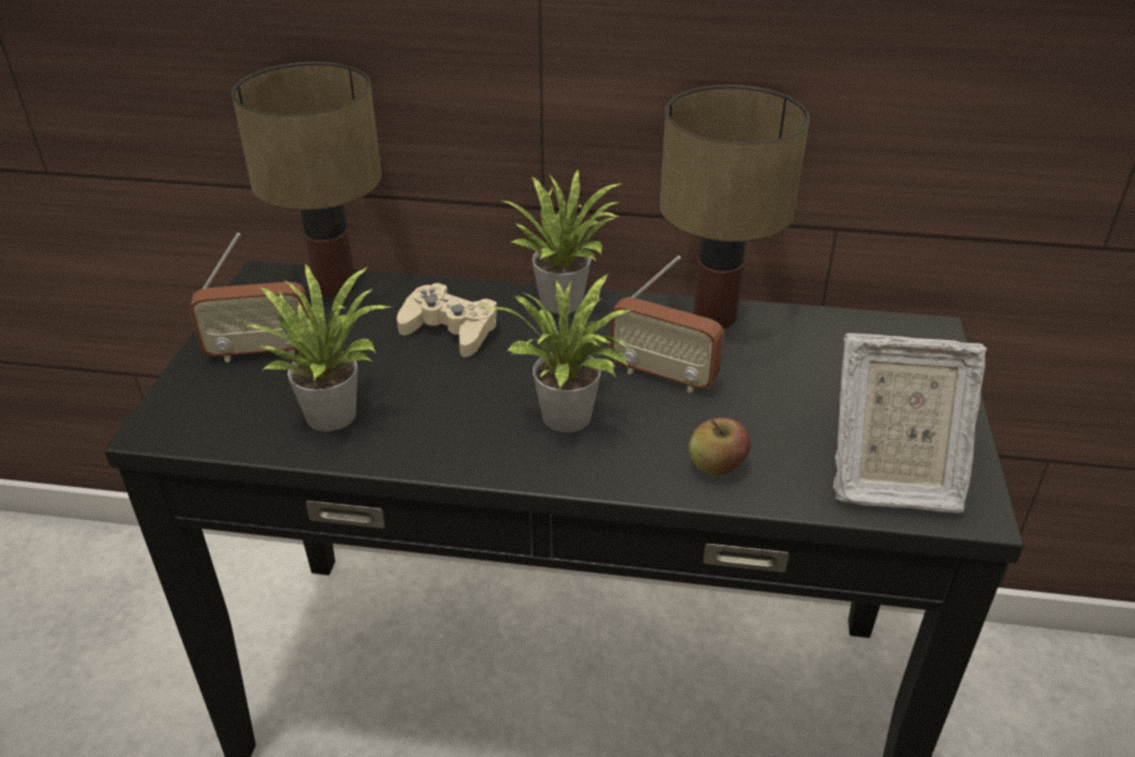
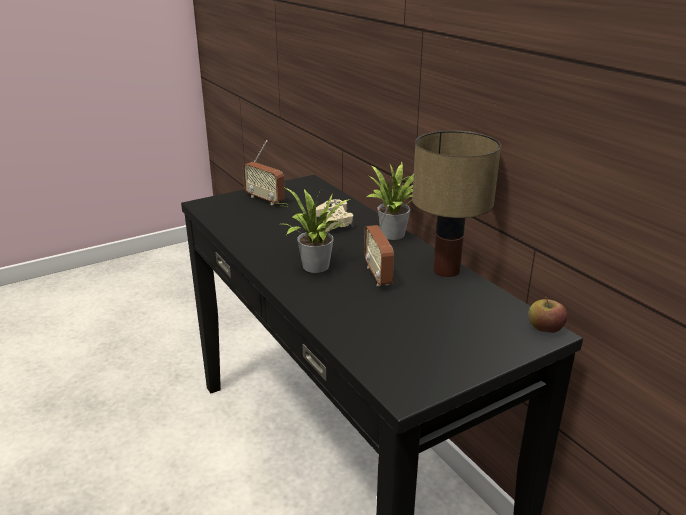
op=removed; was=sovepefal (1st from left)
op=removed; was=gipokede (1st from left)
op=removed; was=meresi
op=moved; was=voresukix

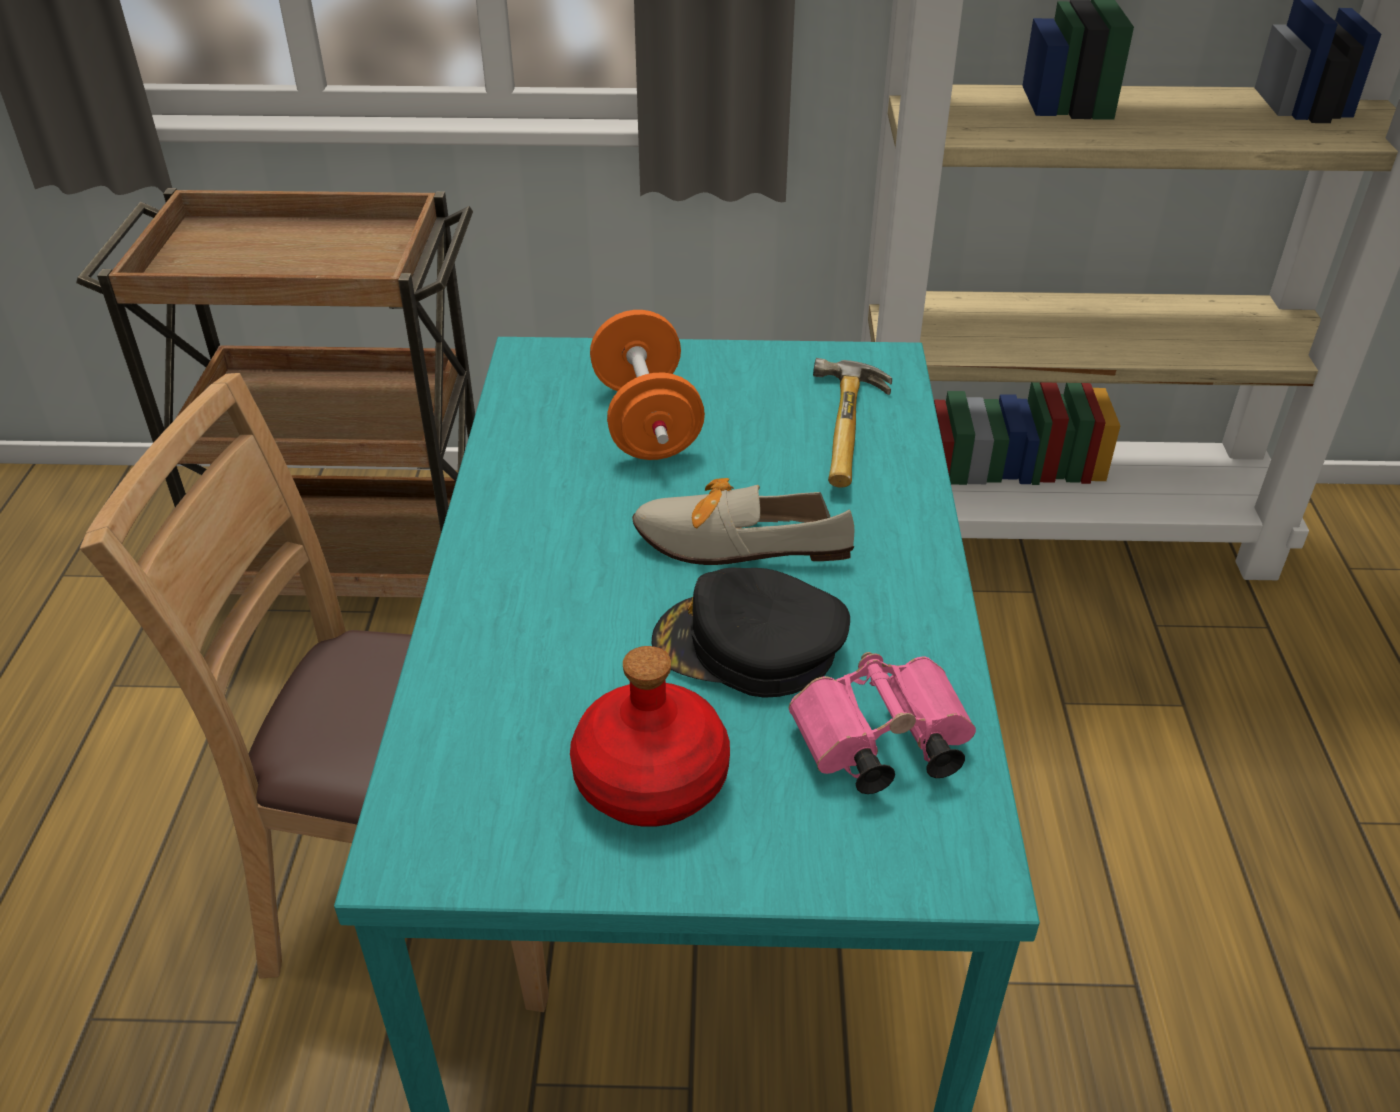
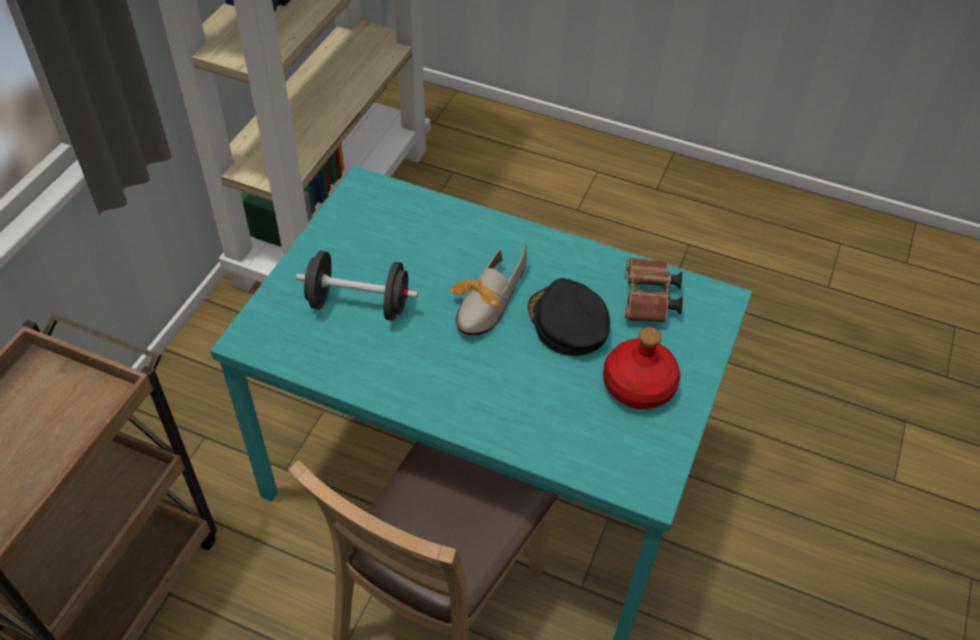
op=recoloured; was=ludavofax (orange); now=ludavofax (black)
op=removed; was=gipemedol
op=turned; was=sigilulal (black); clockwise=120
op=recoloured; was=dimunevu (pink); now=dimunevu (brown)

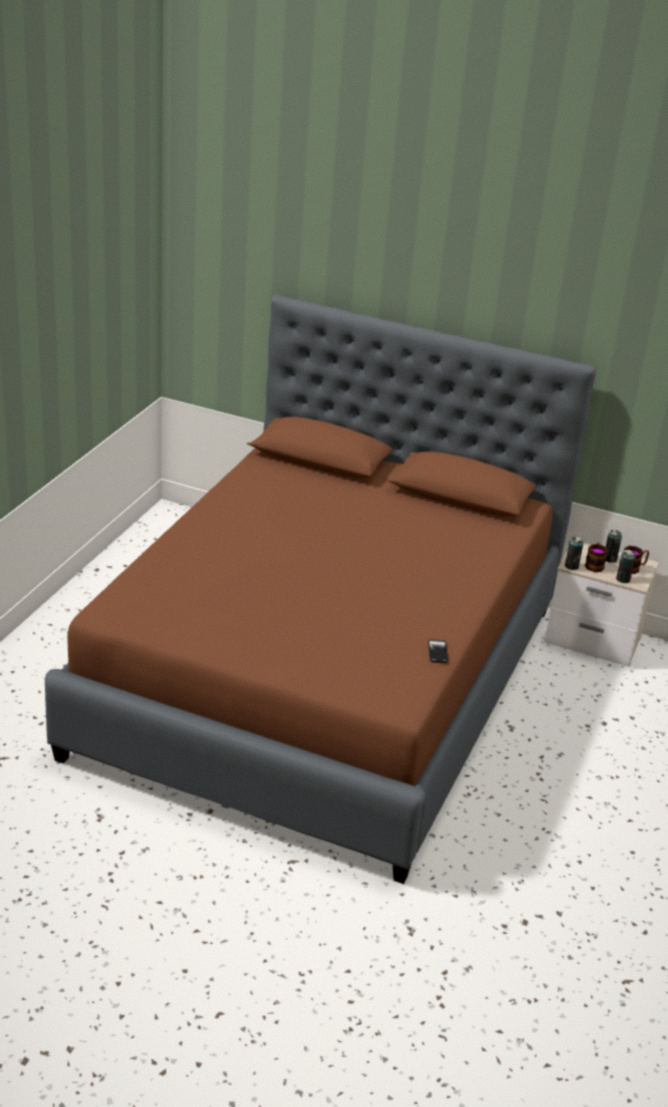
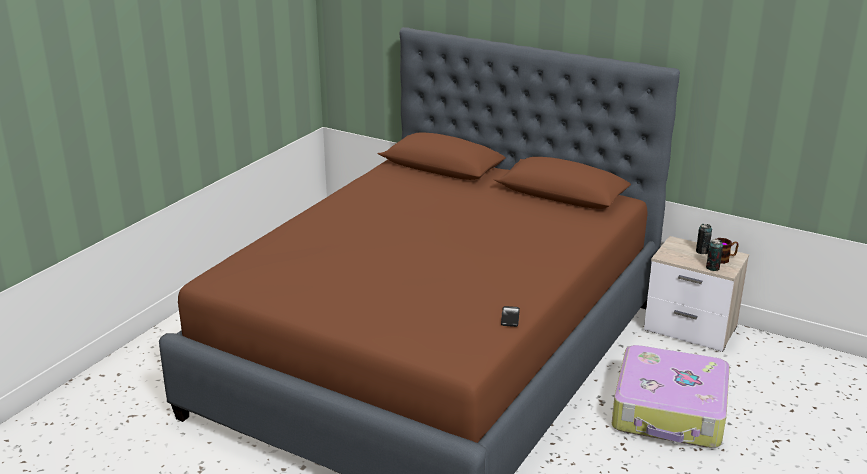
op=removed; was=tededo (1st from left)
op=removed; was=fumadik (1st from left)
op=added; now=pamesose

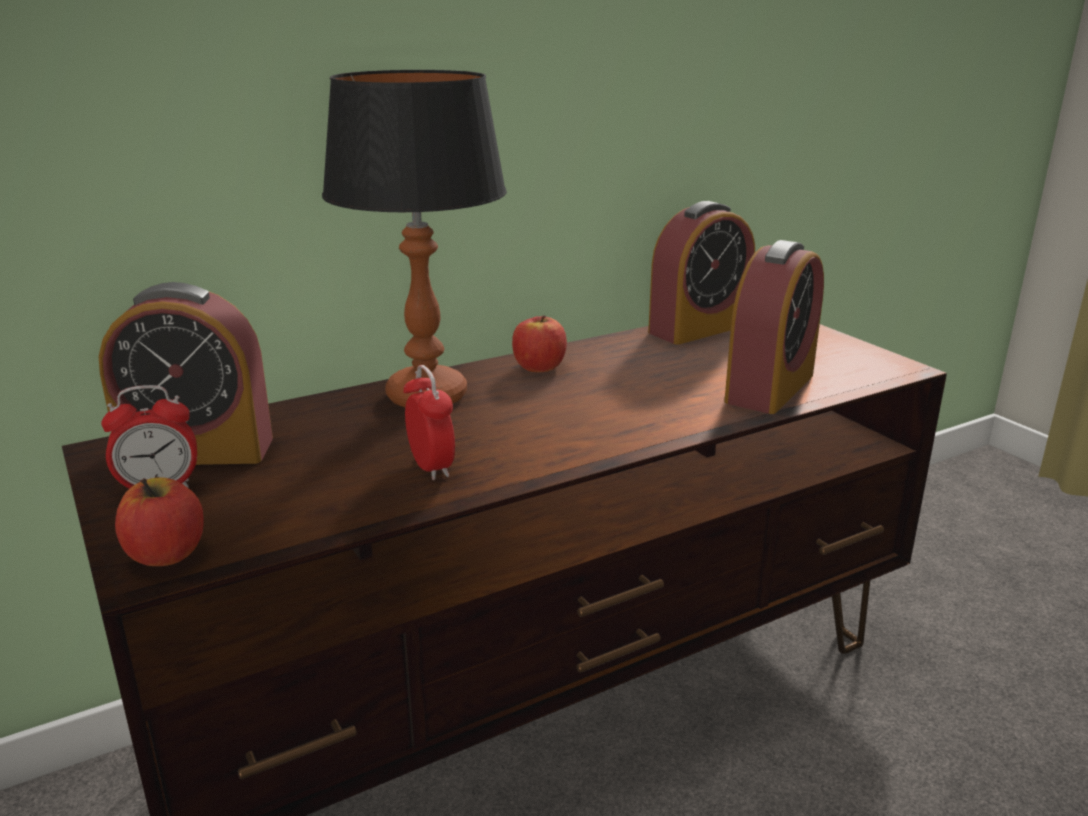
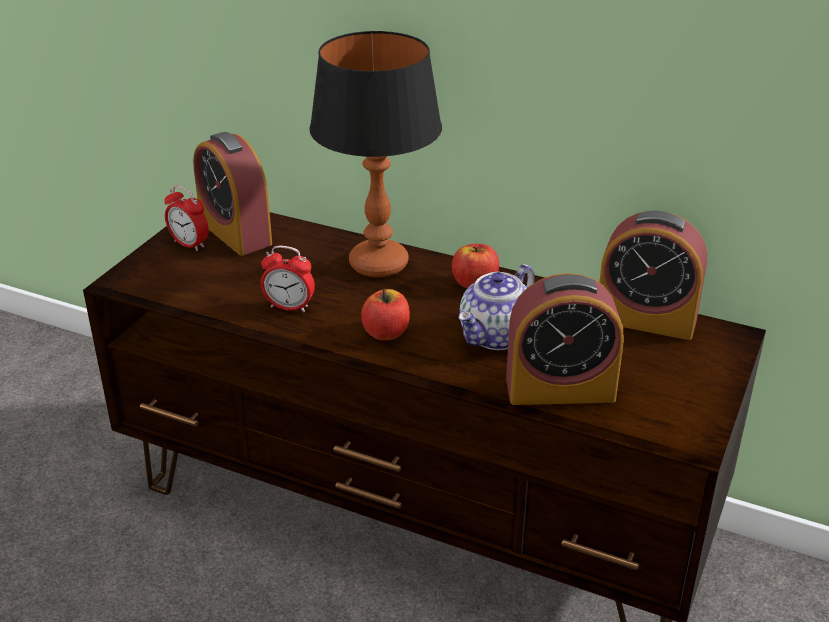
op=turned; was=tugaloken (3rd from left); clockwise=75
op=moved; was=voresukix (1st from left)
op=added; now=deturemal

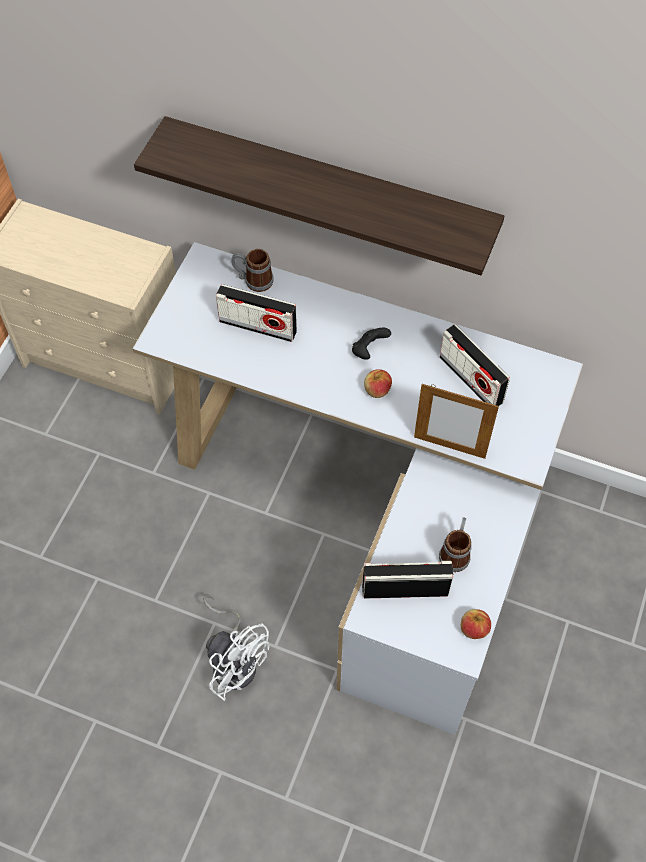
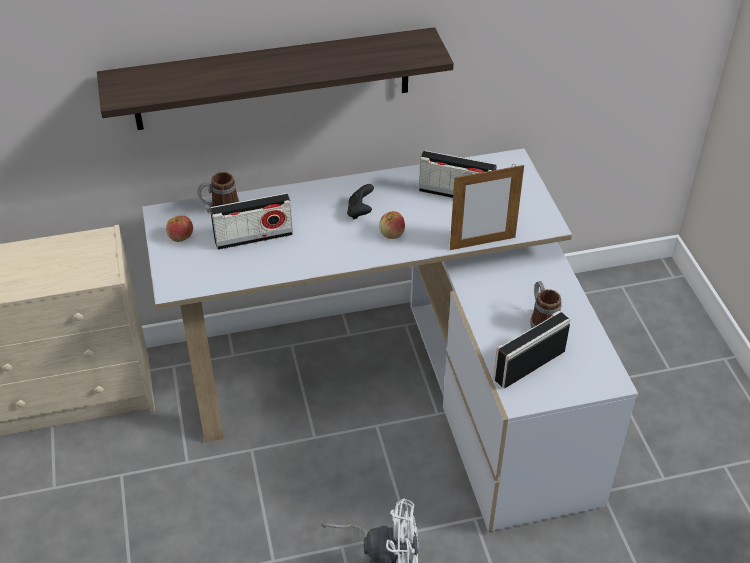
op=moved; was=voresukix (2nd from left in the first image); now=voresukix (1st from left)

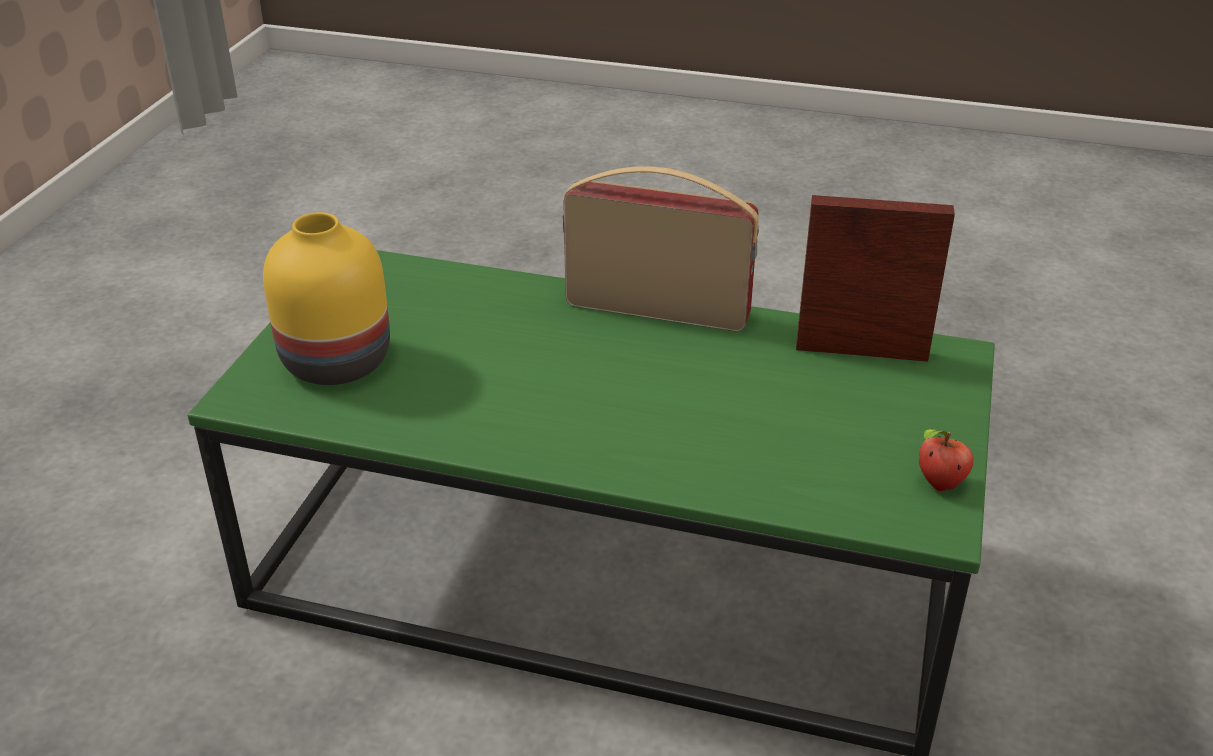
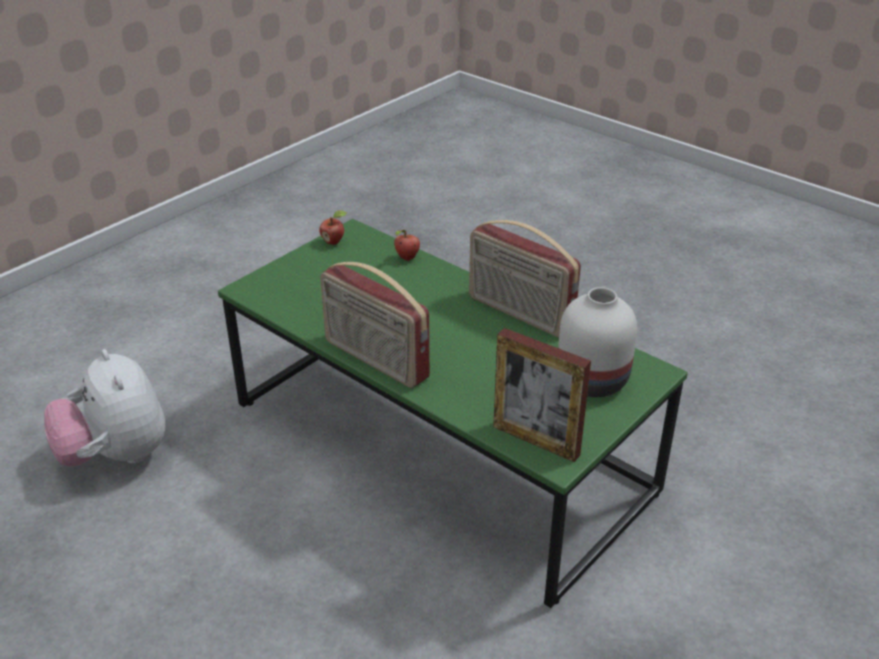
op=moved; was=meresi
op=recoloured; was=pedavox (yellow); now=pedavox (white)
op=added; now=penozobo (2nd from left)
op=added; now=voresukix (2nd from left)
op=added; now=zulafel

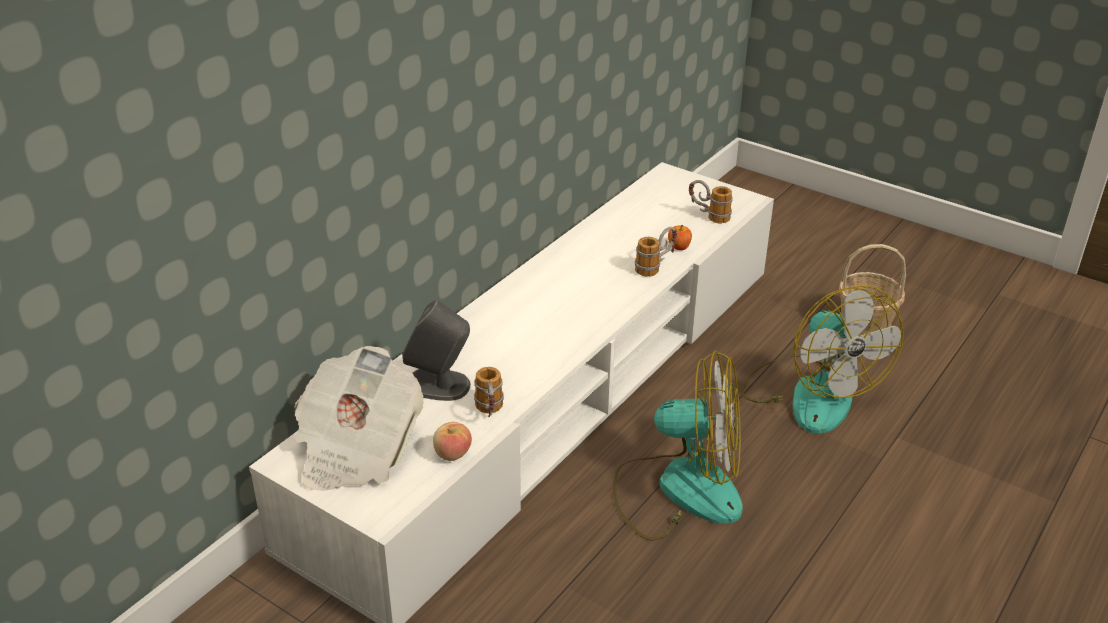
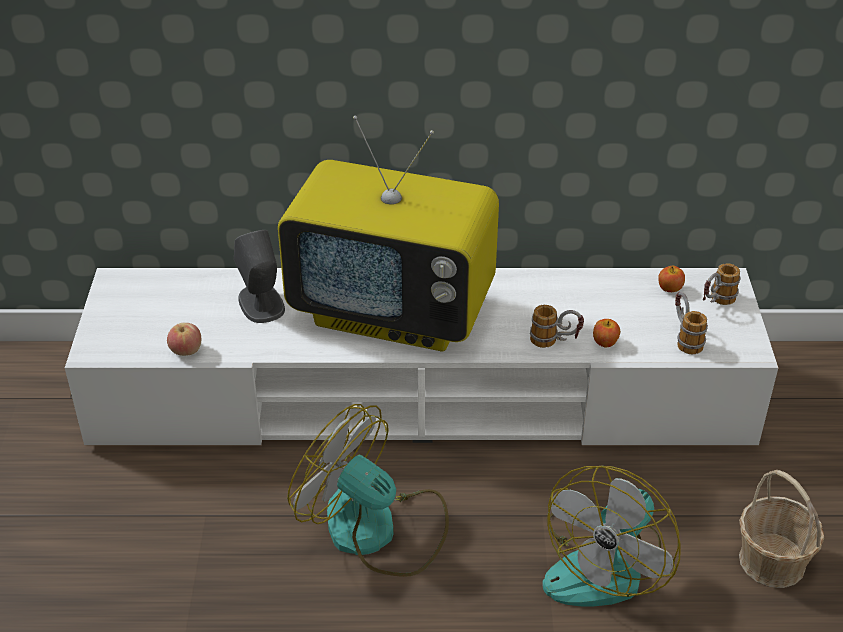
op=removed; was=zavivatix
op=turned; was=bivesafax (1st from left); clockwise=150
op=moved; was=fumadik (1st from left in the first image); now=fumadik (3rd from left)
op=added; now=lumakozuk
op=added; now=voresukix (3rd from left)

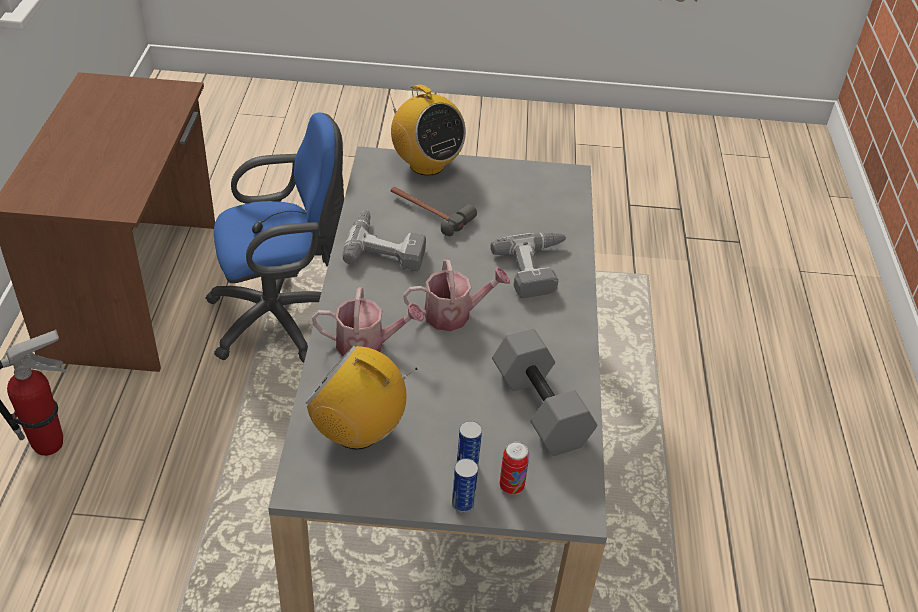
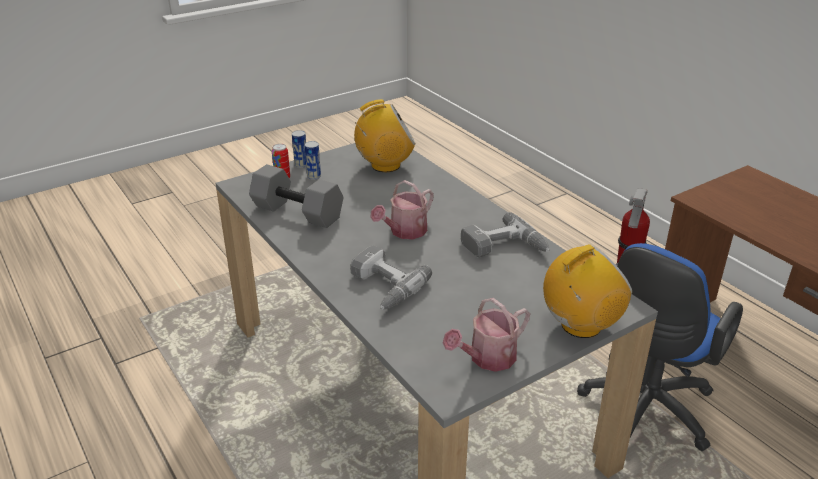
op=turned; was=penozobo (2nd from left); clockwise=135
op=removed; was=gipemedol
op=moved; was=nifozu (1st from left in the first image); now=nifozu (2nd from left)

